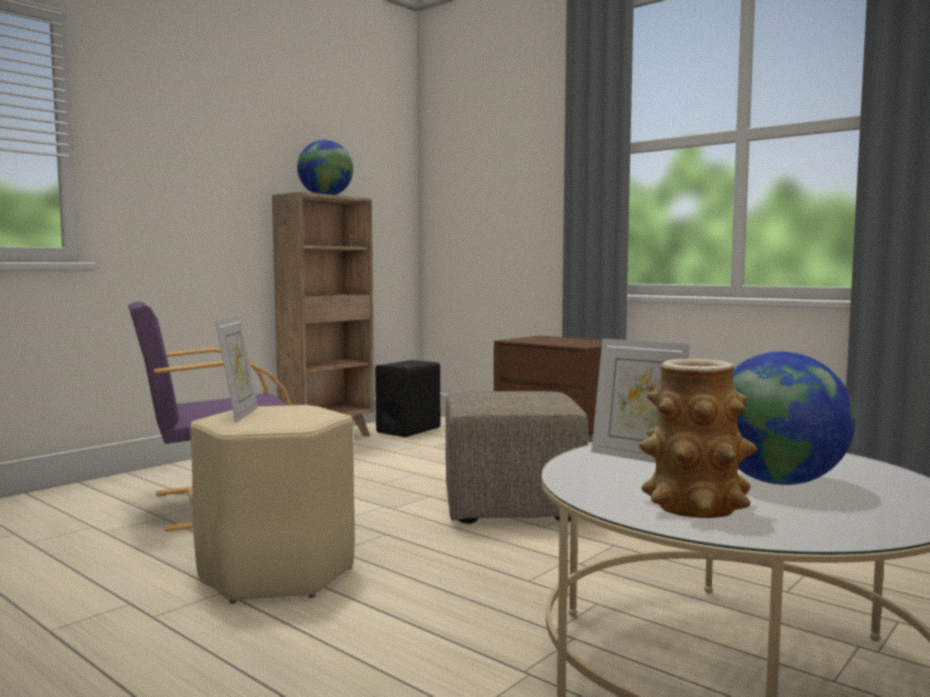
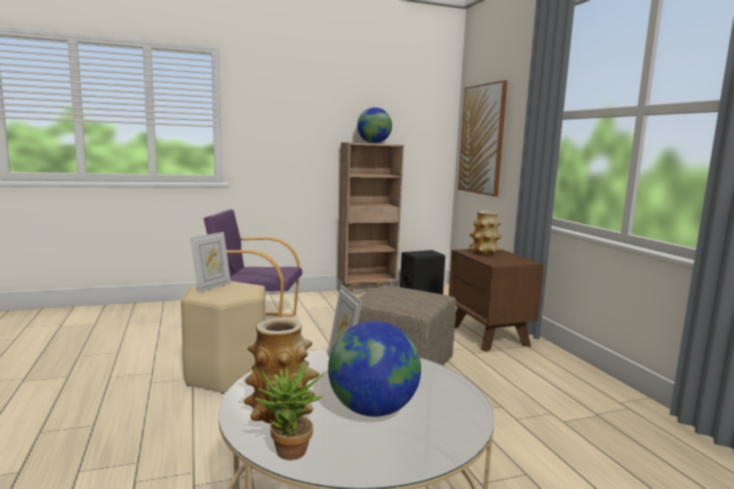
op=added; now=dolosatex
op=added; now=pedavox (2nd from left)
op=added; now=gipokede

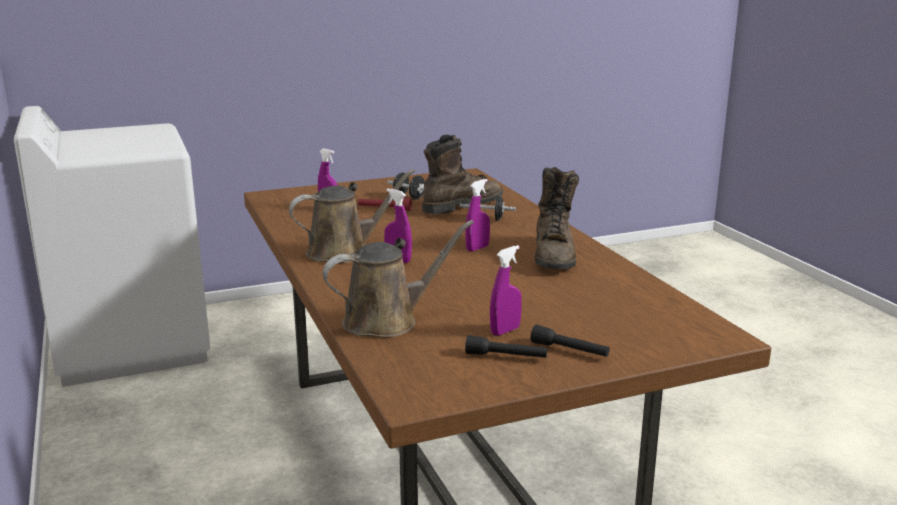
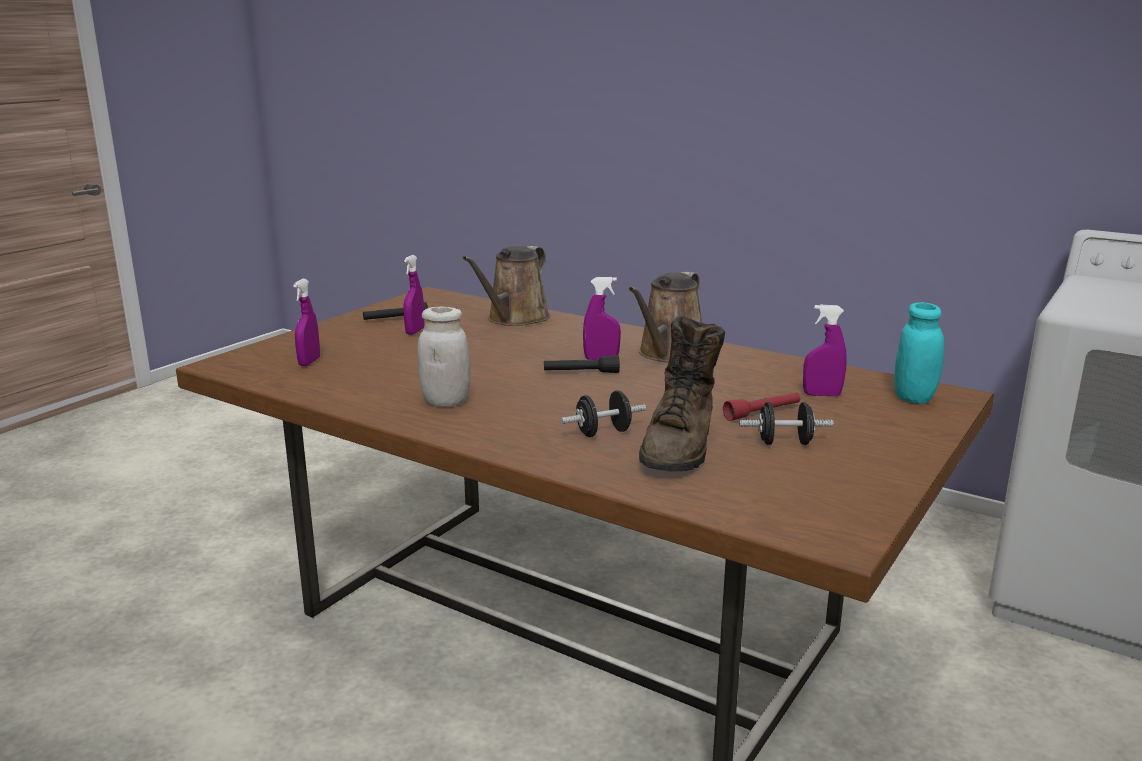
op=replaced; was=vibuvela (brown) (2nd from left); now=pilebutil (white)
op=moved; was=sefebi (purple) (3rd from left in the first image); now=sefebi (purple) (1st from left)
op=moved; was=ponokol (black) (2nd from left)
op=added; now=pilebutil (turquoise)

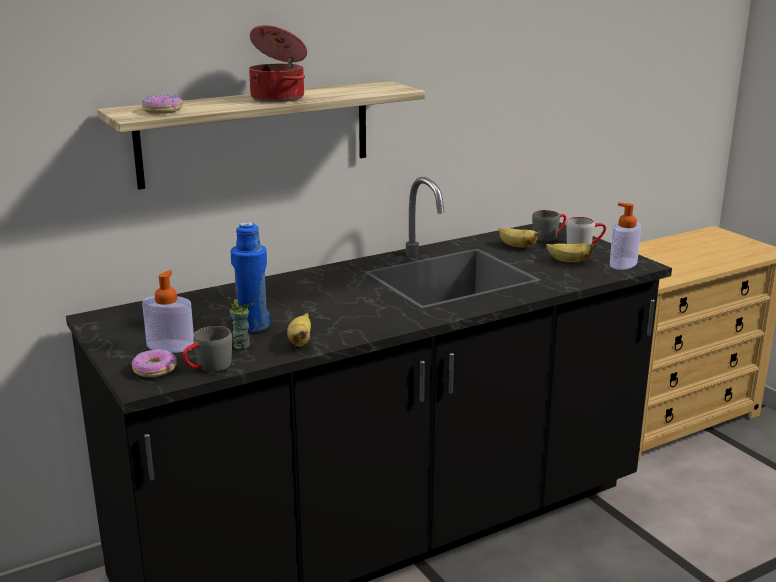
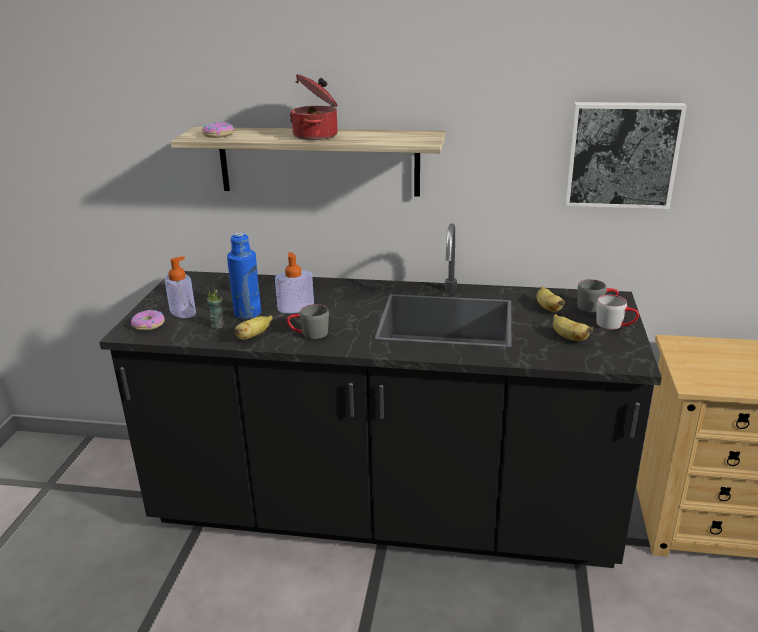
op=moved; was=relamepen (2nd from left)
op=moved; was=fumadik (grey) (1st from left)
op=added; now=dolosatex

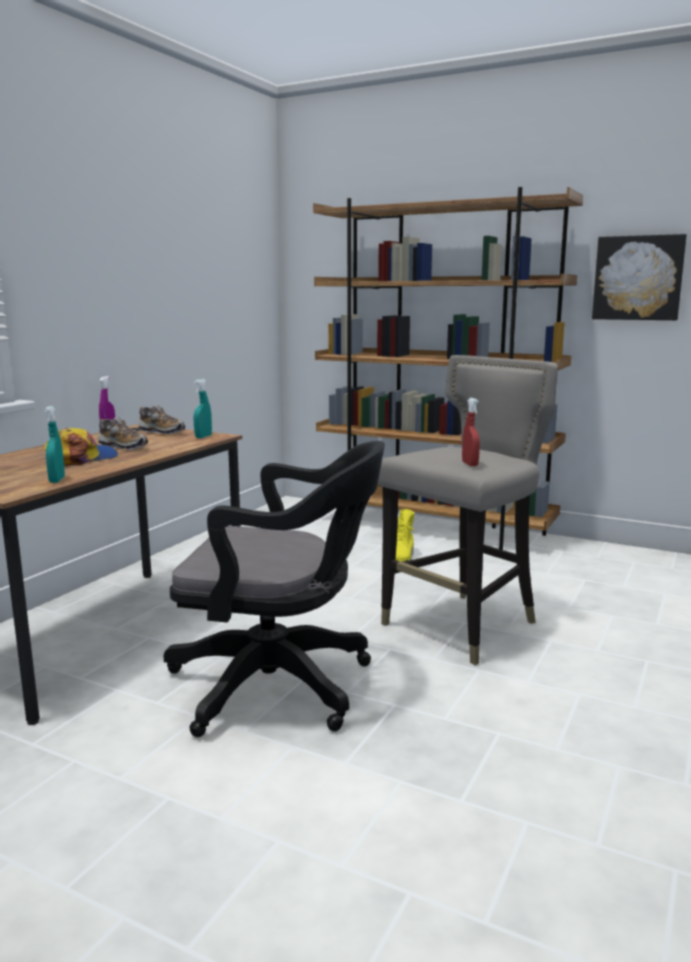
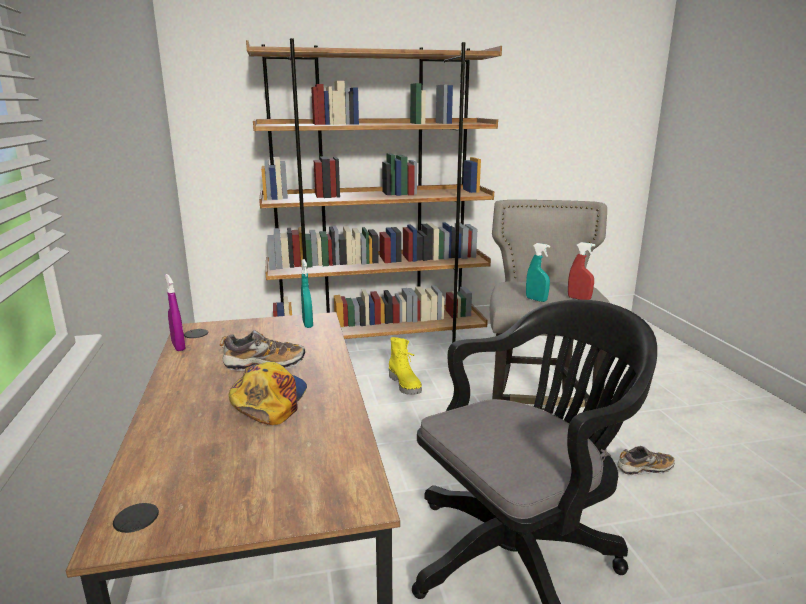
op=removed; was=dolosatex
op=moved; was=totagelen (2nd from left)
op=moved; was=sefebi (turquoise) (1st from left in the first image); now=sefebi (turquoise) (2nd from left)

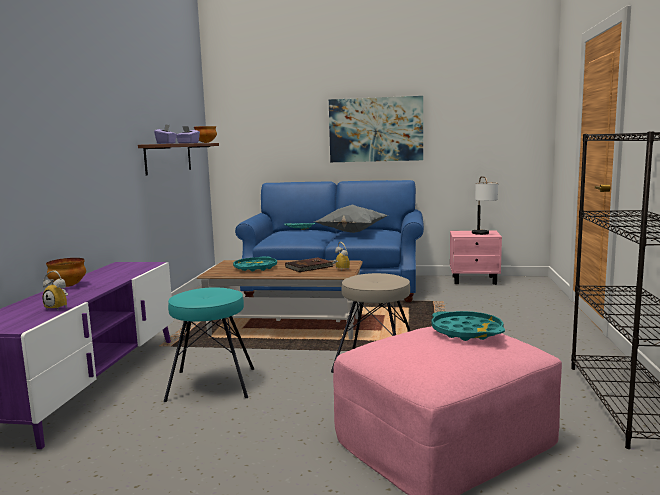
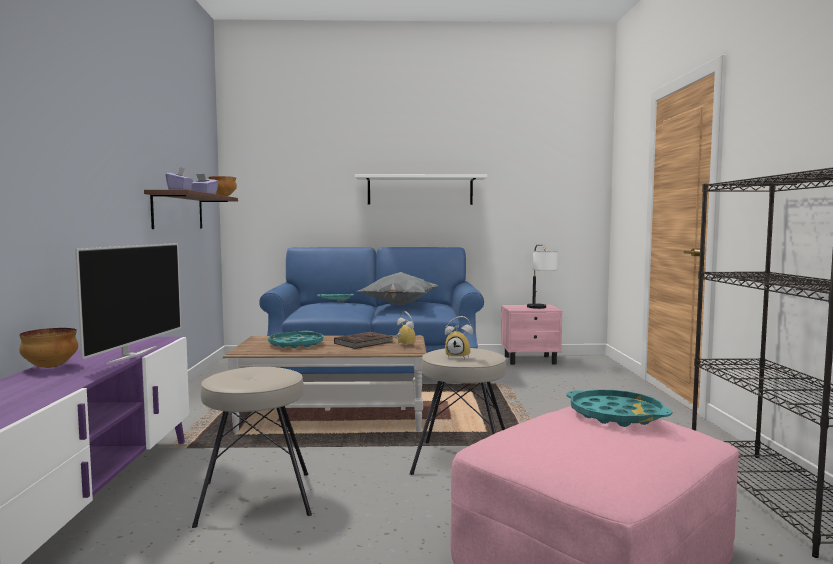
op=replaced; was=dolosatex; now=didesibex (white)
op=moved; was=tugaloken (1st from left in the first image); now=tugaloken (2nd from left)
op=recoloured; was=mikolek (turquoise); now=mikolek (beige) (1st from left)
op=added; now=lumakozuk

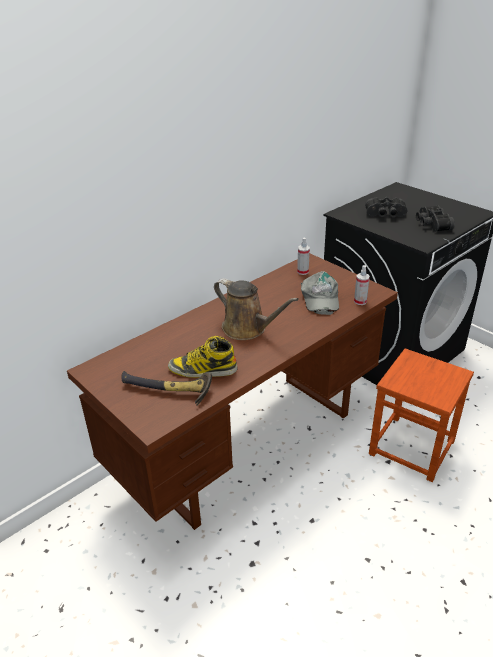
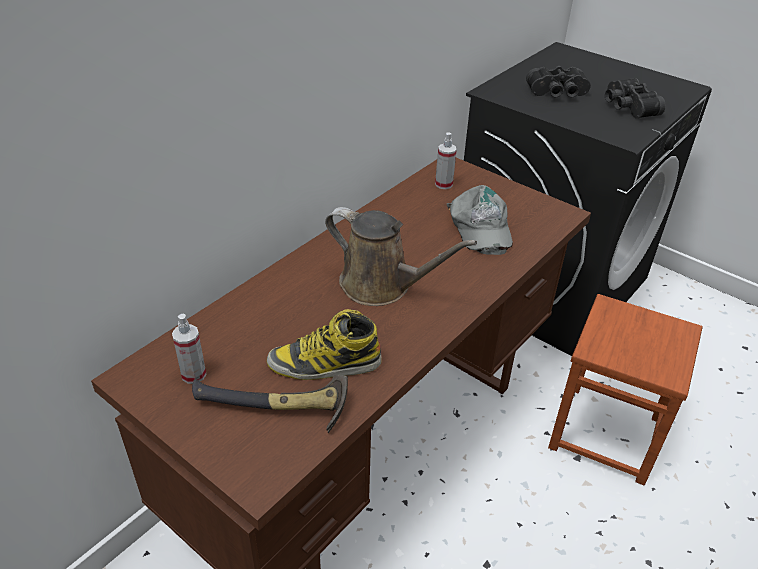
op=moved; was=sefebi (2nd from left in the first image); now=sefebi (1st from left)

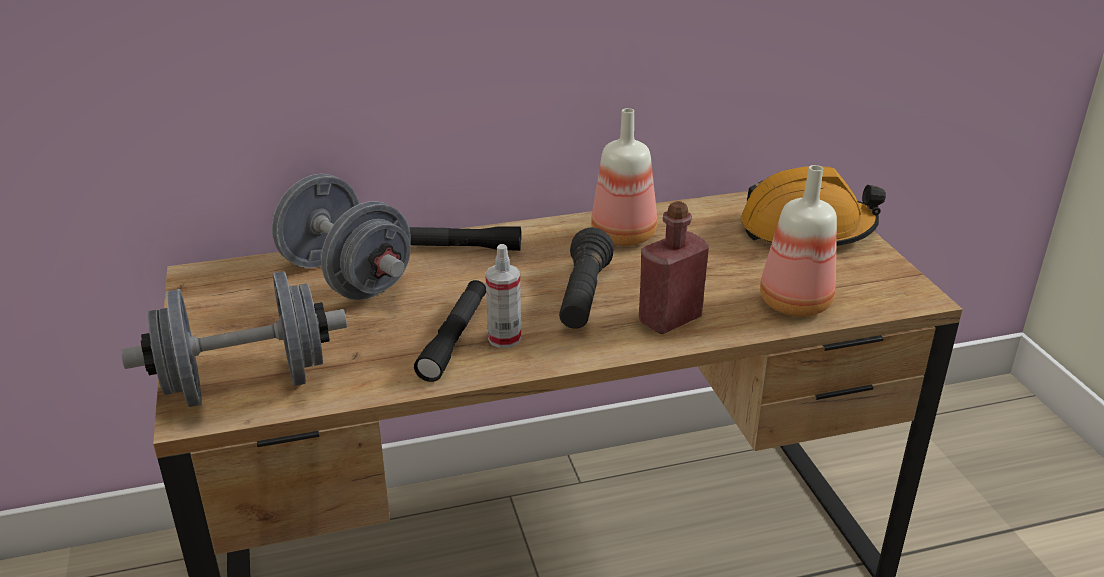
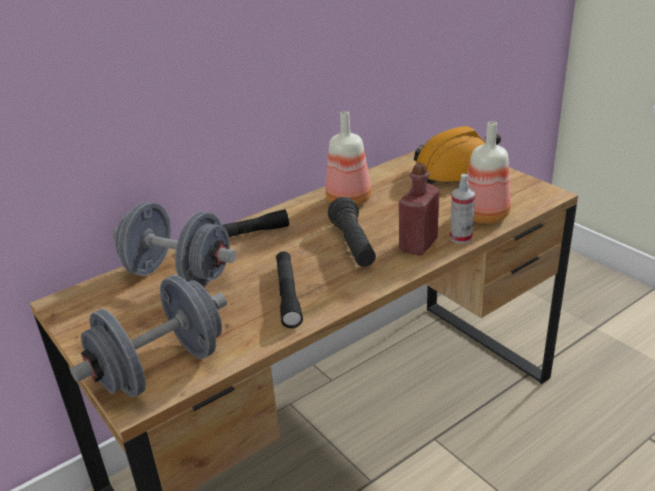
op=moved; was=sefebi

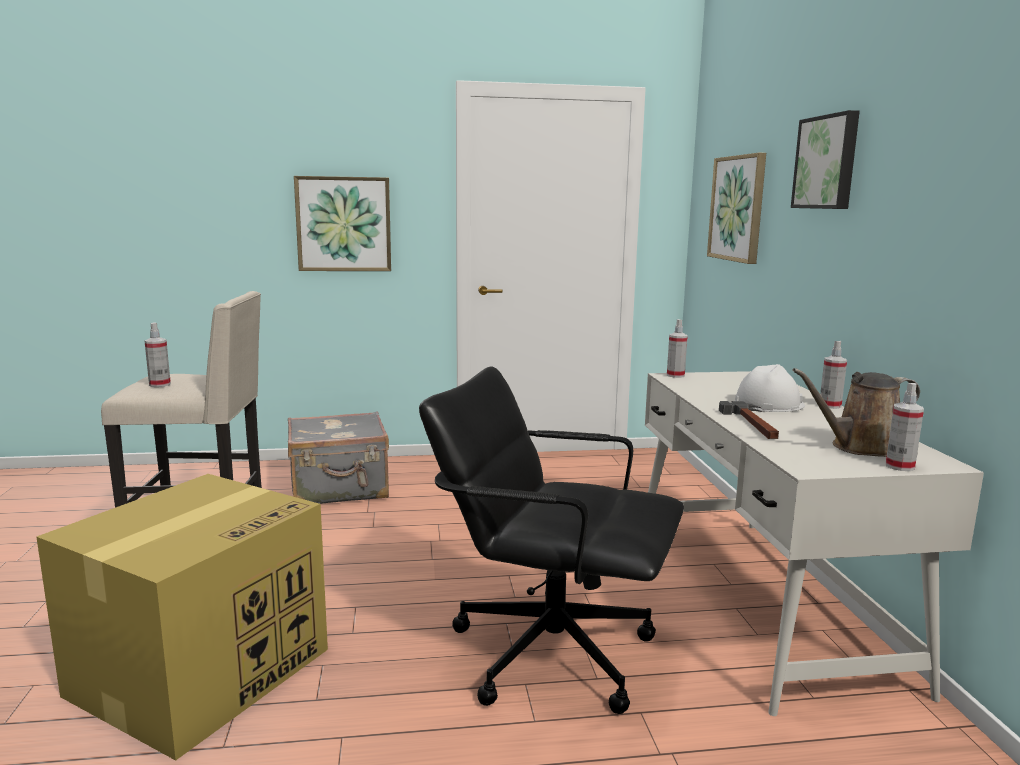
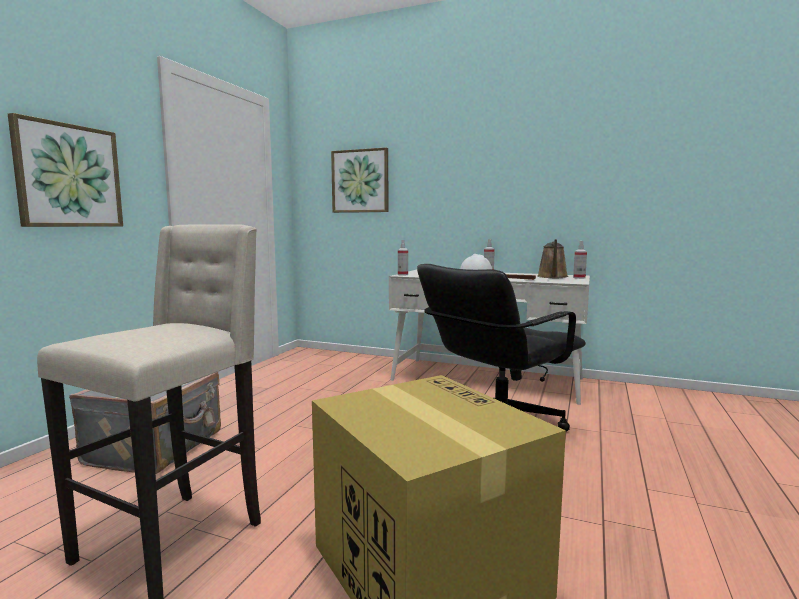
op=removed; was=dolosatex (3rd from left)
op=removed; was=sefebi (1st from left)

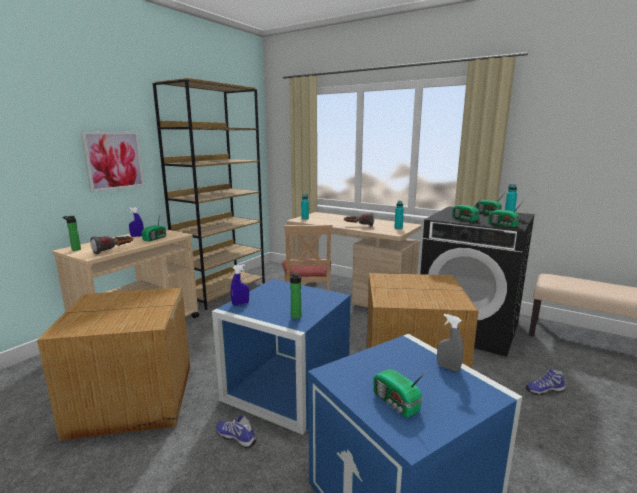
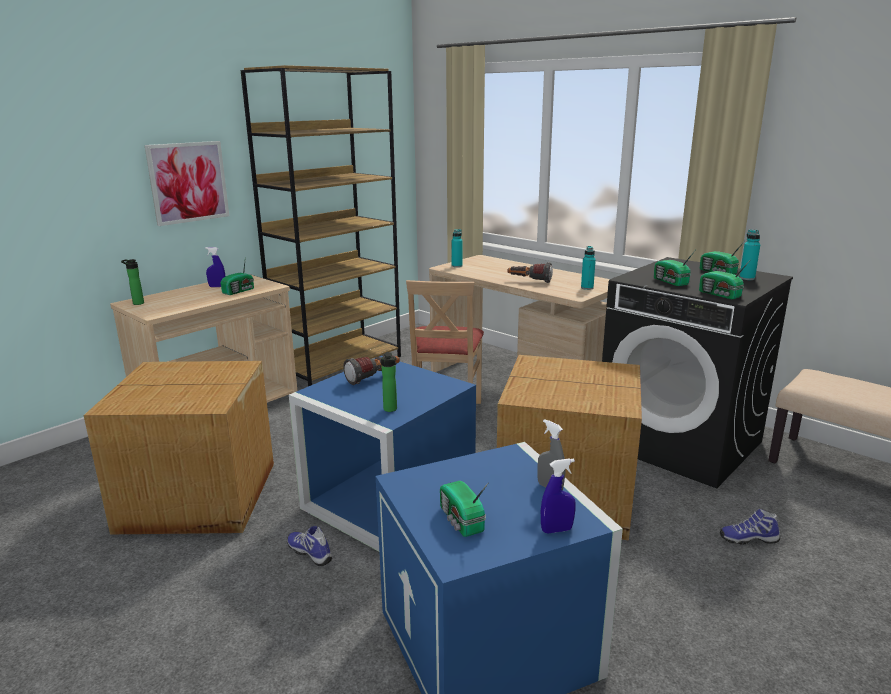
op=moved; was=ponokol (1st from left)
op=moved; was=sefebi (blue) (2nd from left)

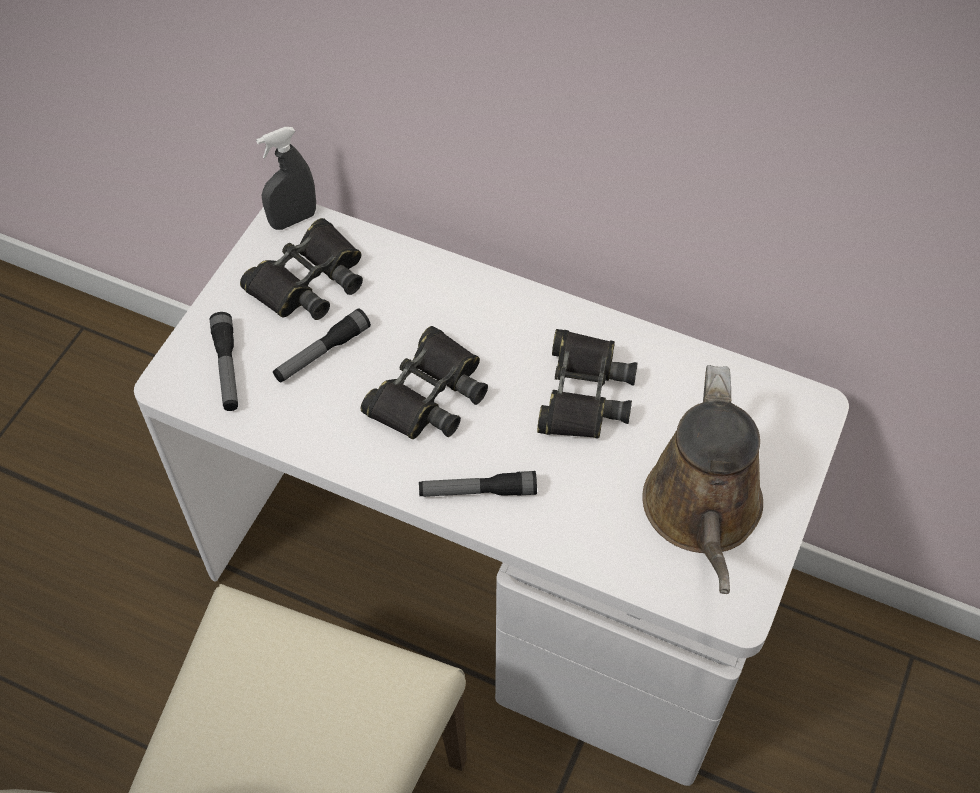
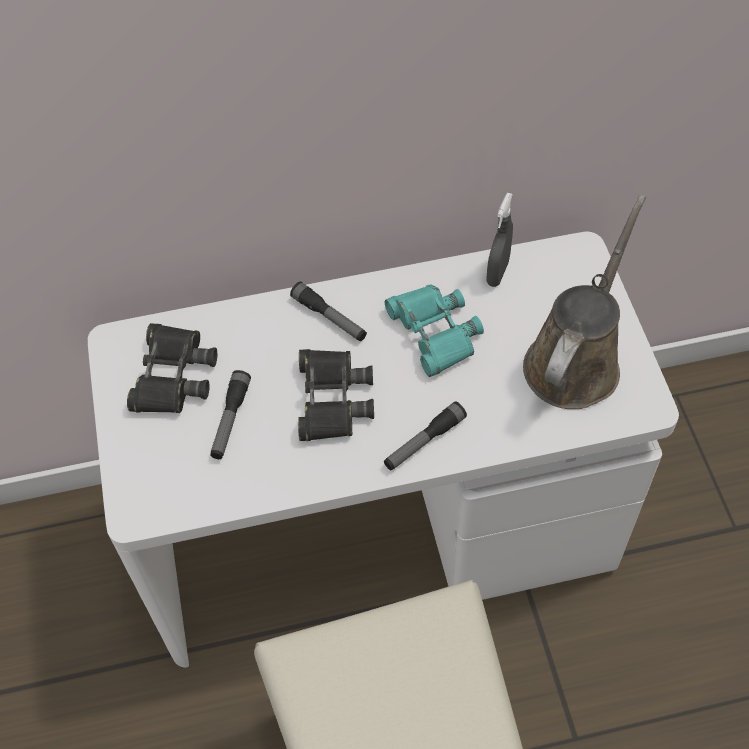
op=moved; was=sefebi (grey)
op=moved; was=ponokol (1st from left in the first image); now=ponokol (2nd from left)
op=recoloured; was=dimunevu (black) (3rd from left); now=dimunevu (turquoise)
op=turned; was=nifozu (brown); clockwise=-120

